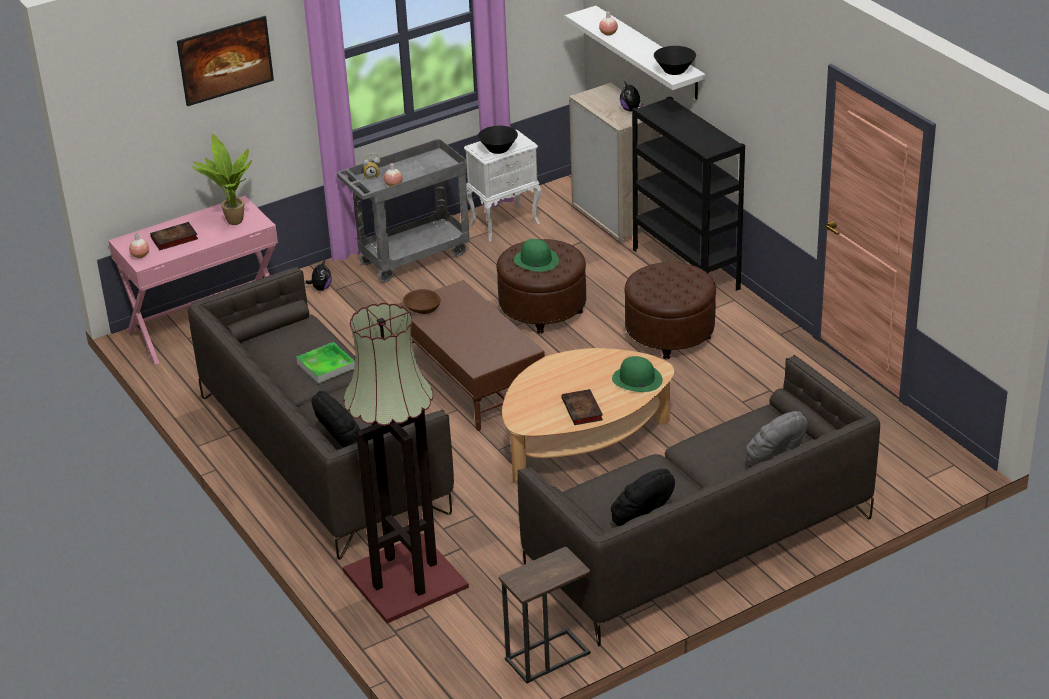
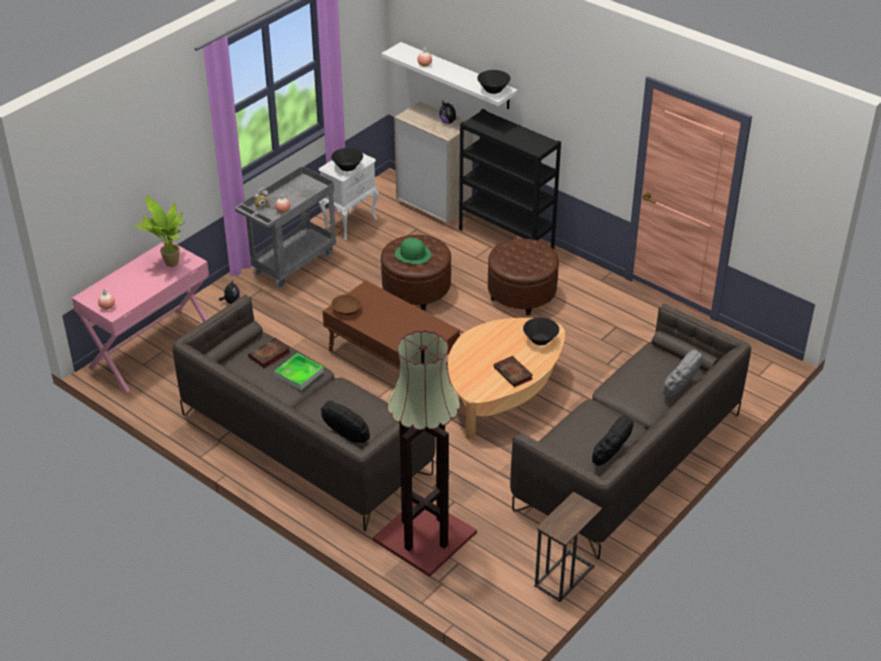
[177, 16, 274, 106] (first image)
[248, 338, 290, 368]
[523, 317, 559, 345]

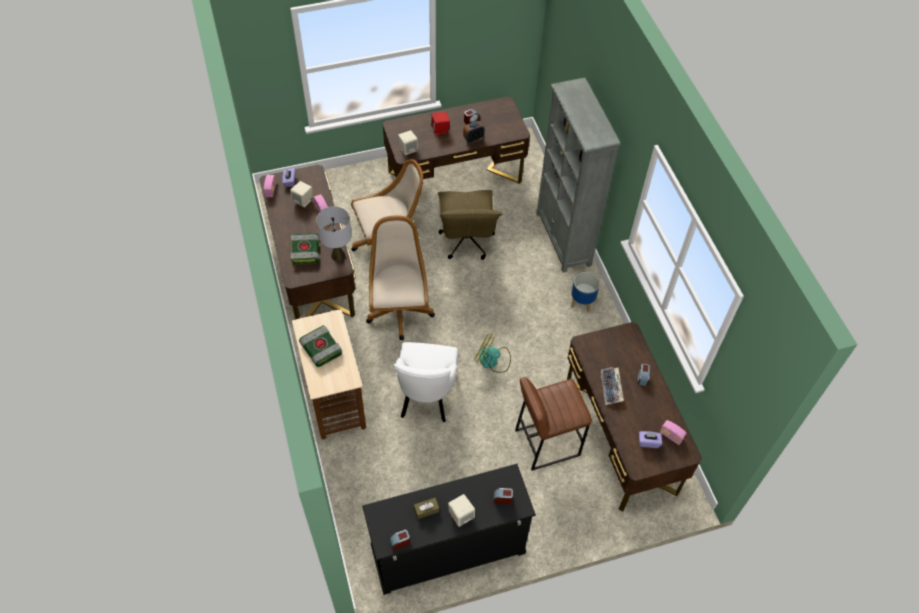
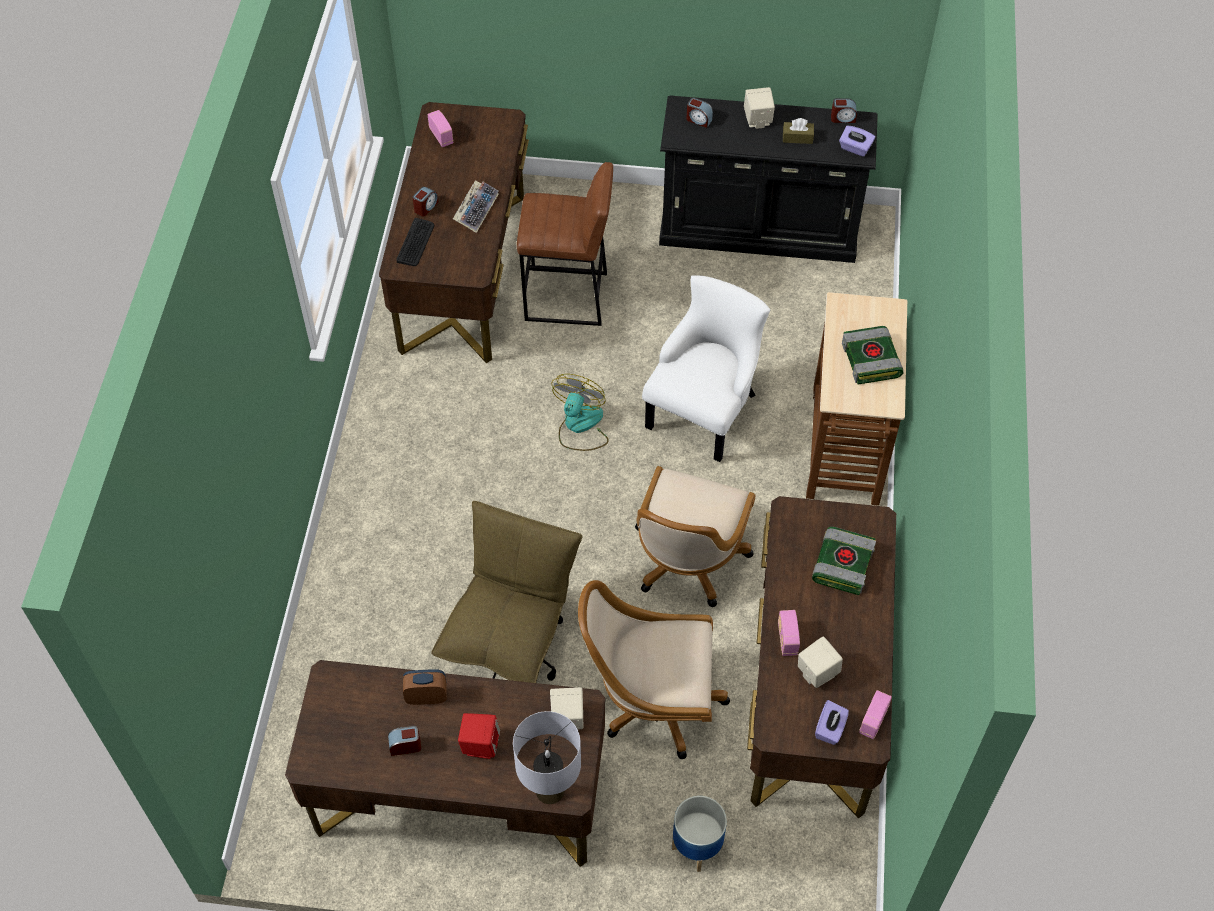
[536, 78, 621, 273] (first image)
[396, 218, 434, 266]
[513, 711, 581, 804]
[672, 796, 727, 872]
[839, 126, 875, 157]
[551, 374, 609, 451]

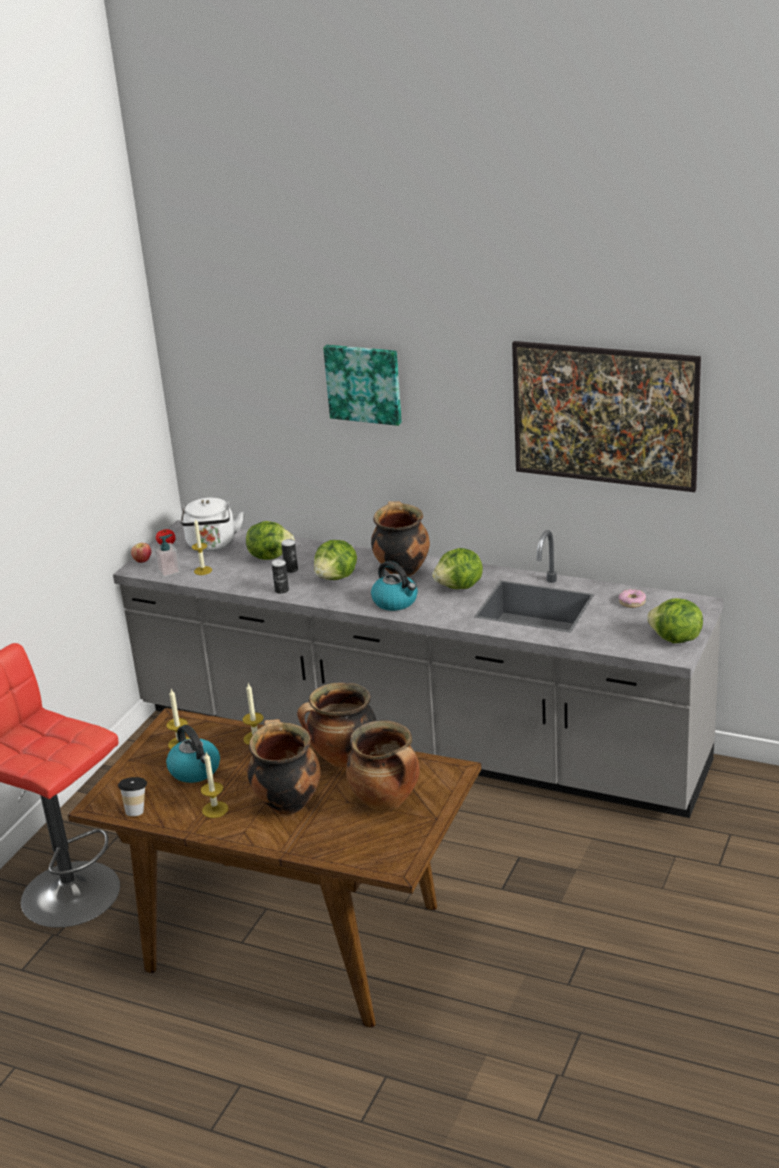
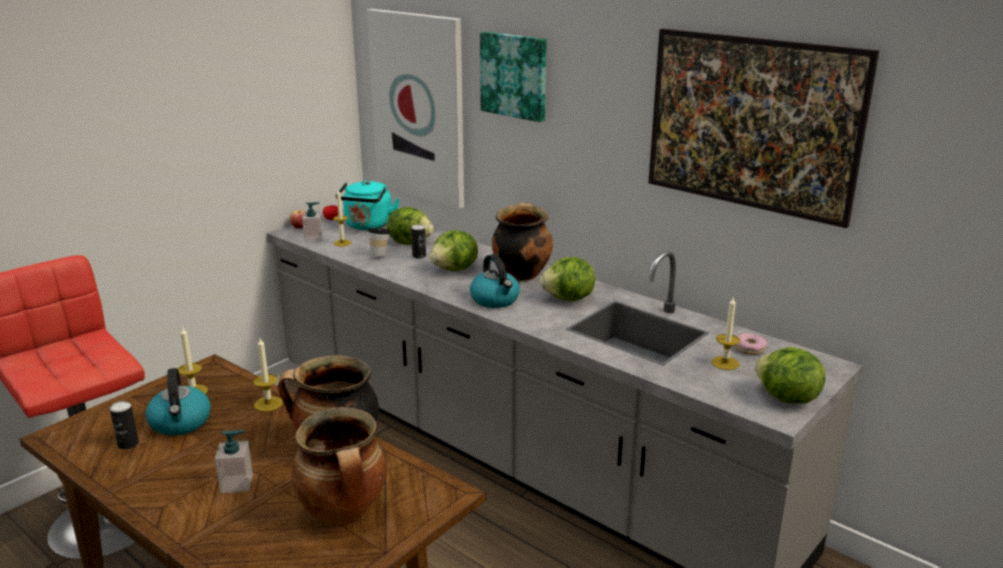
[367, 9, 464, 209]
[368, 228, 391, 257]
[711, 296, 740, 370]
[110, 401, 139, 450]
[215, 430, 253, 493]
[336, 180, 400, 230]

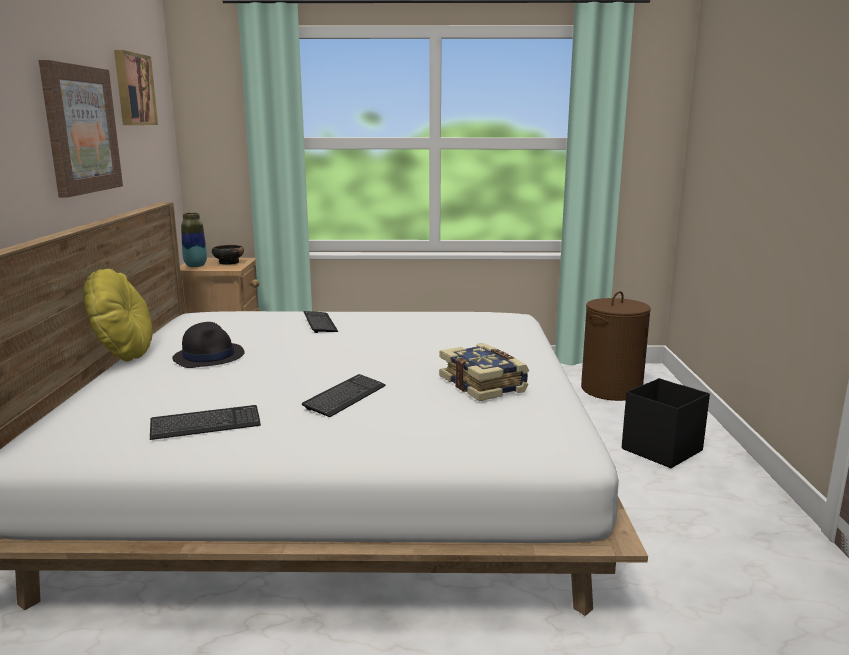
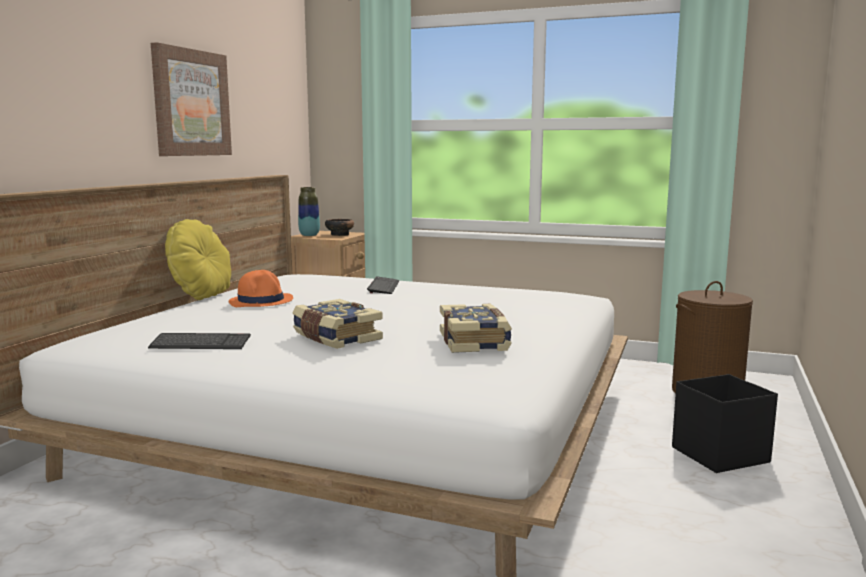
[114, 50, 158, 125] (first image)
[293, 299, 383, 349]
[229, 270, 293, 307]

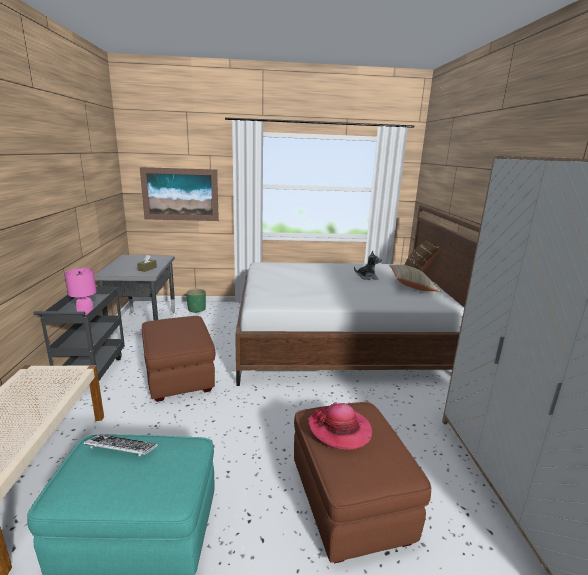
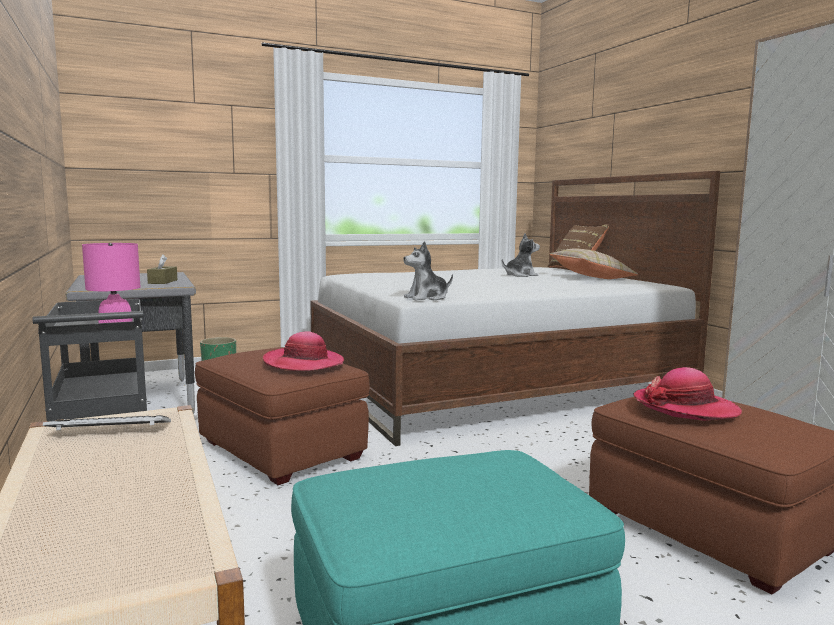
[140, 167, 219, 221] (first image)
[263, 331, 344, 371]
[403, 241, 453, 301]
[43, 415, 171, 430]

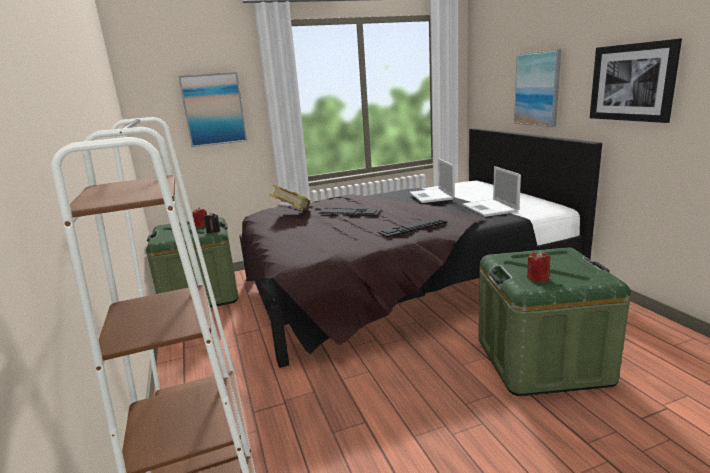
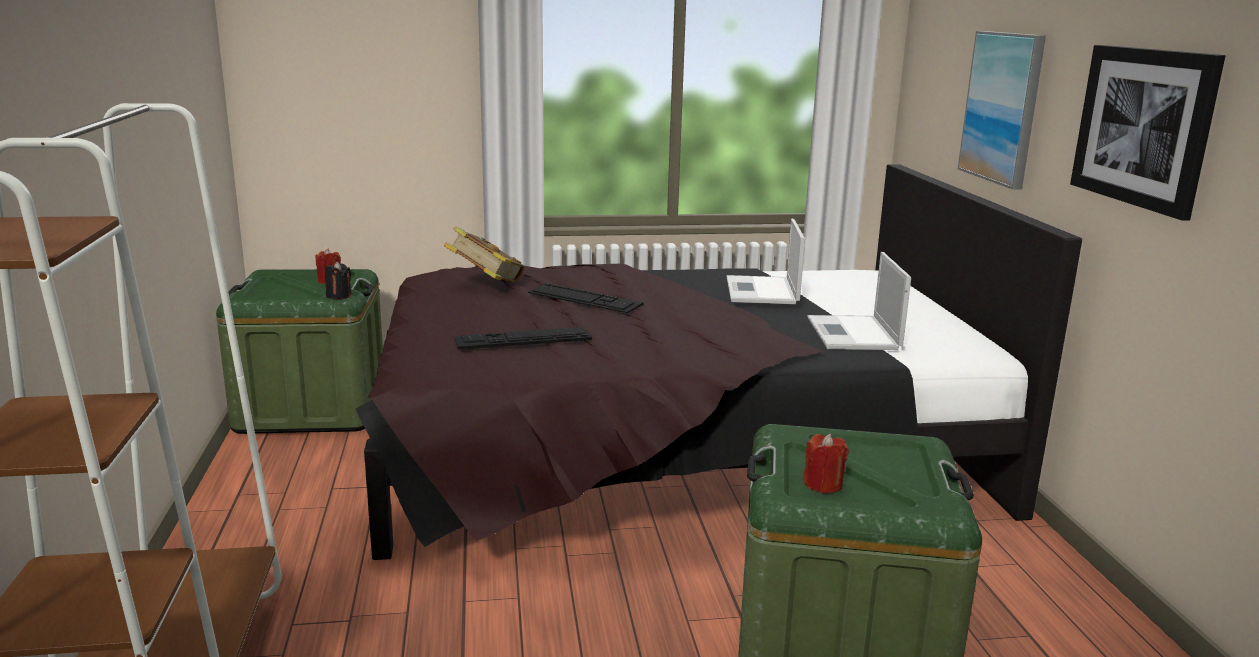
[178, 72, 247, 147] (first image)
[454, 327, 592, 350]

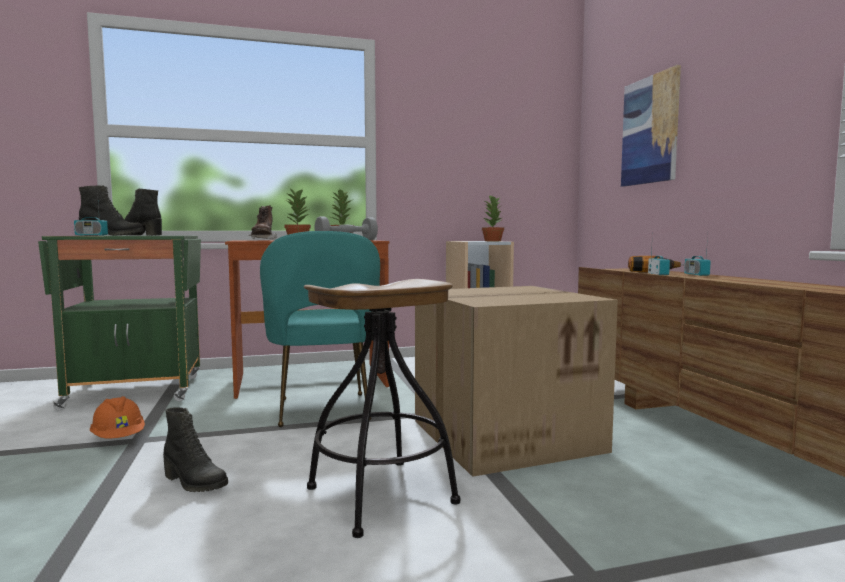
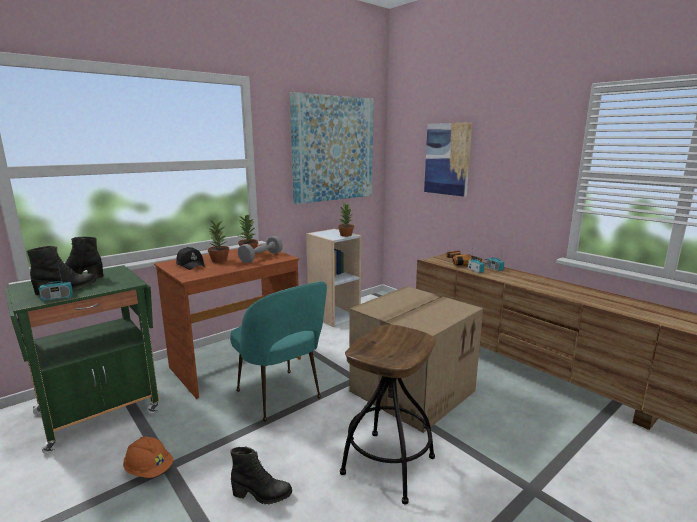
[290, 92, 374, 204]
[176, 247, 205, 270]

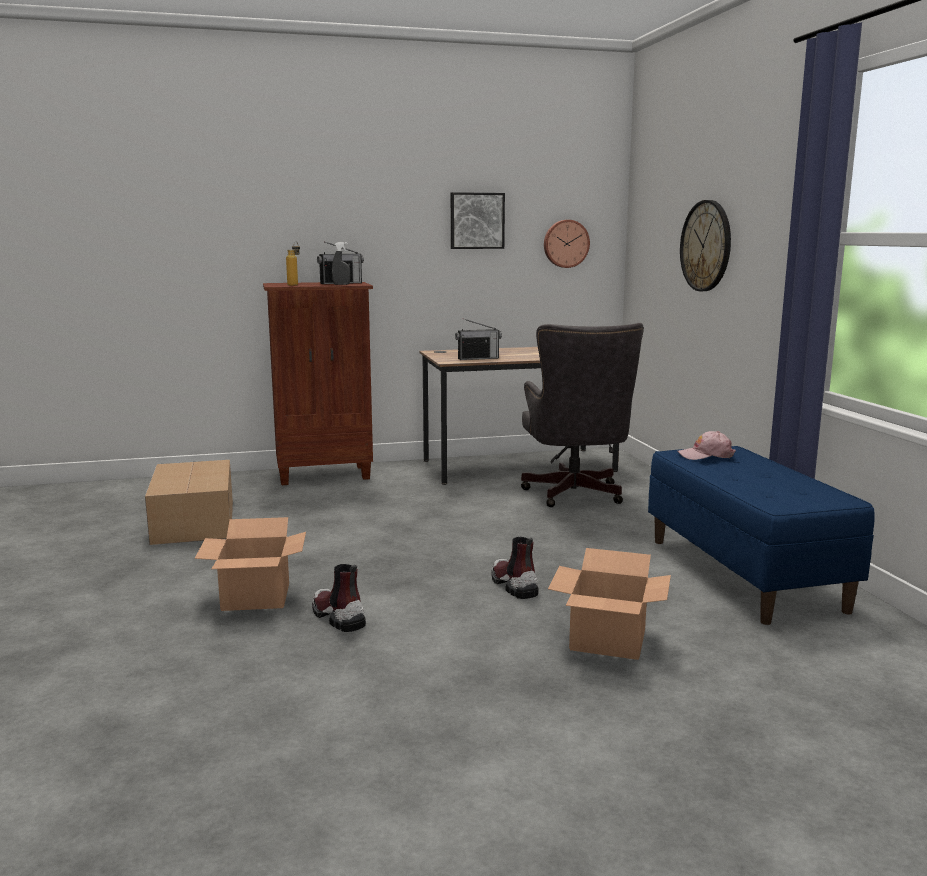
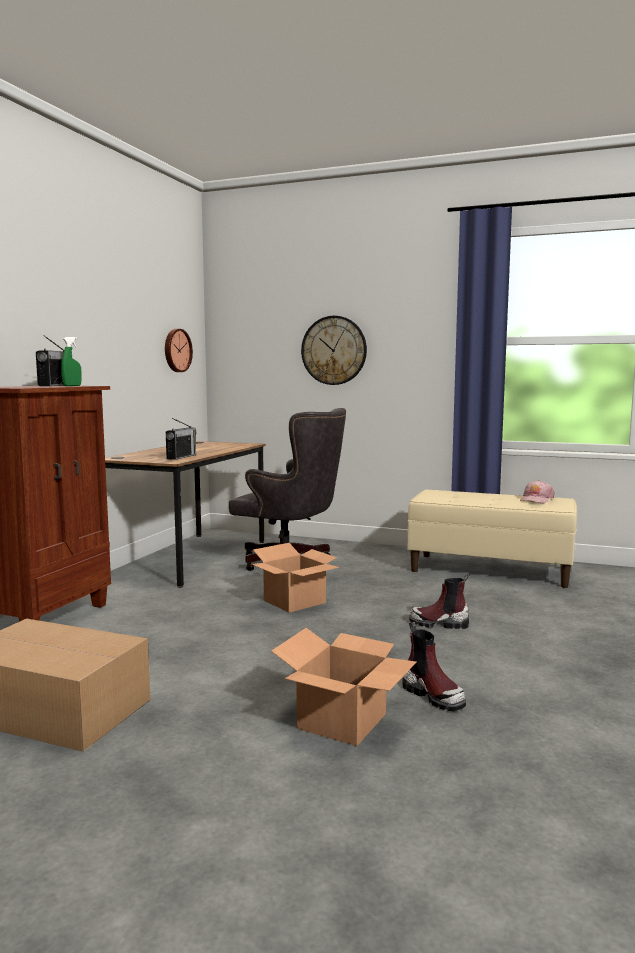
[286, 241, 300, 286] (first image)
[451, 192, 505, 249] (first image)
[251, 543, 340, 613]
[520, 480, 555, 503]
[61, 337, 82, 386]
[407, 490, 577, 588]
[402, 622, 466, 711]

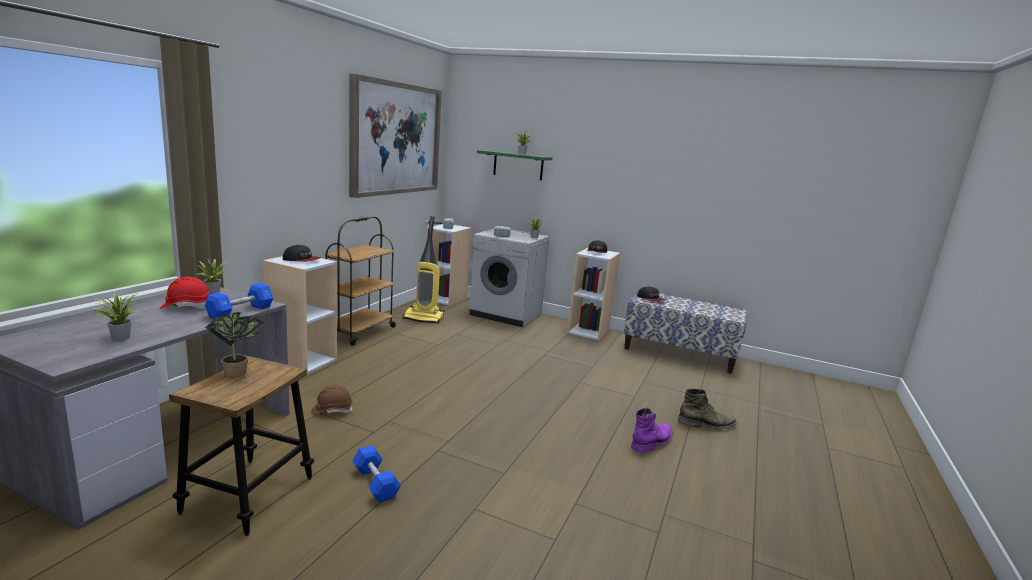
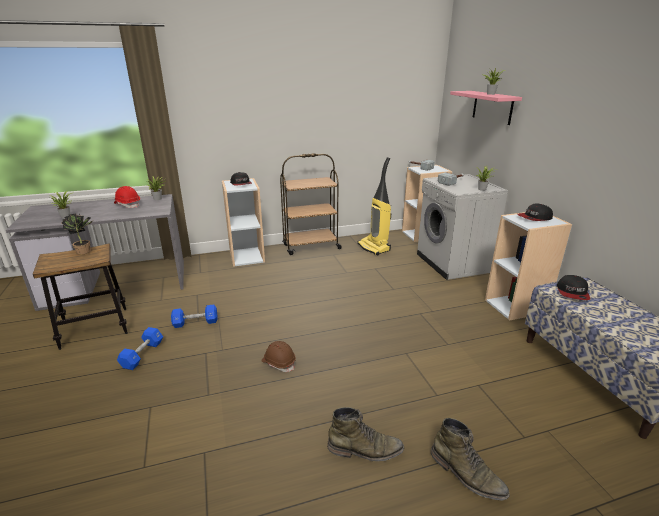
[349, 74, 442, 198] (first image)
[171, 305, 218, 328]
[261, 341, 296, 372]
[450, 91, 522, 125]
[327, 407, 404, 461]

